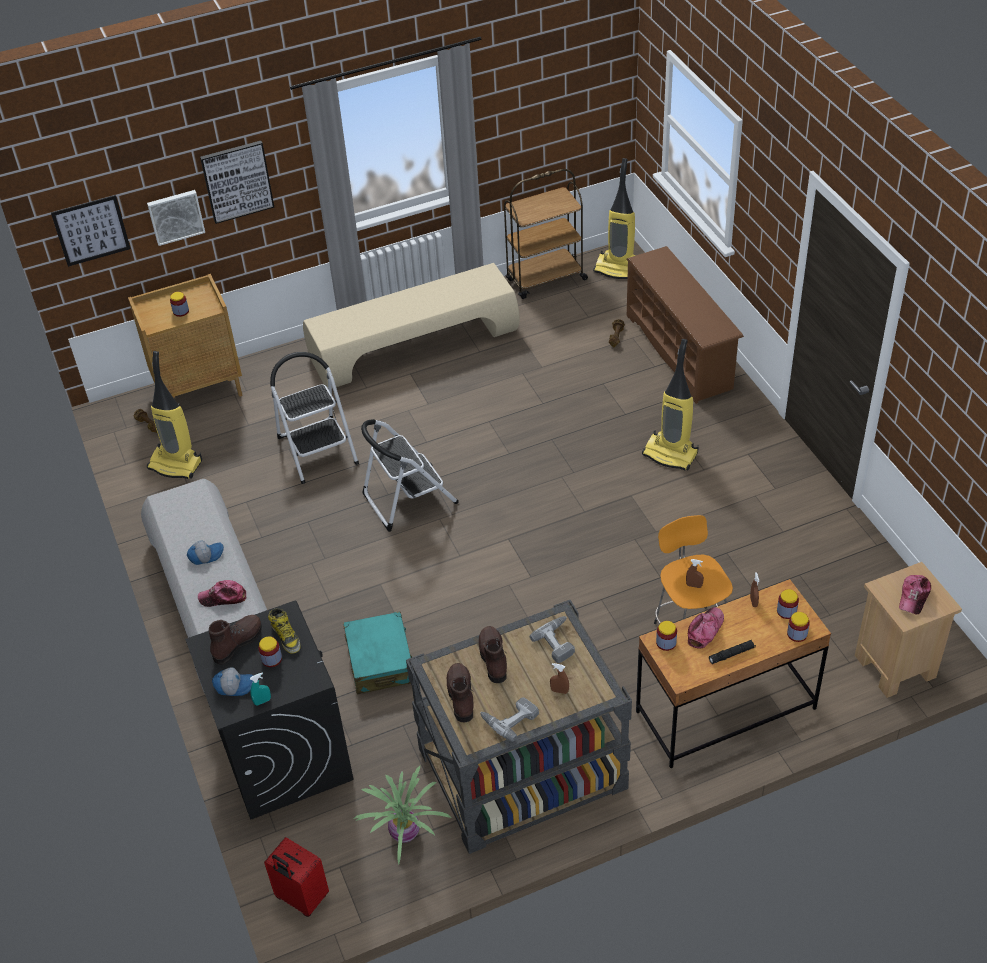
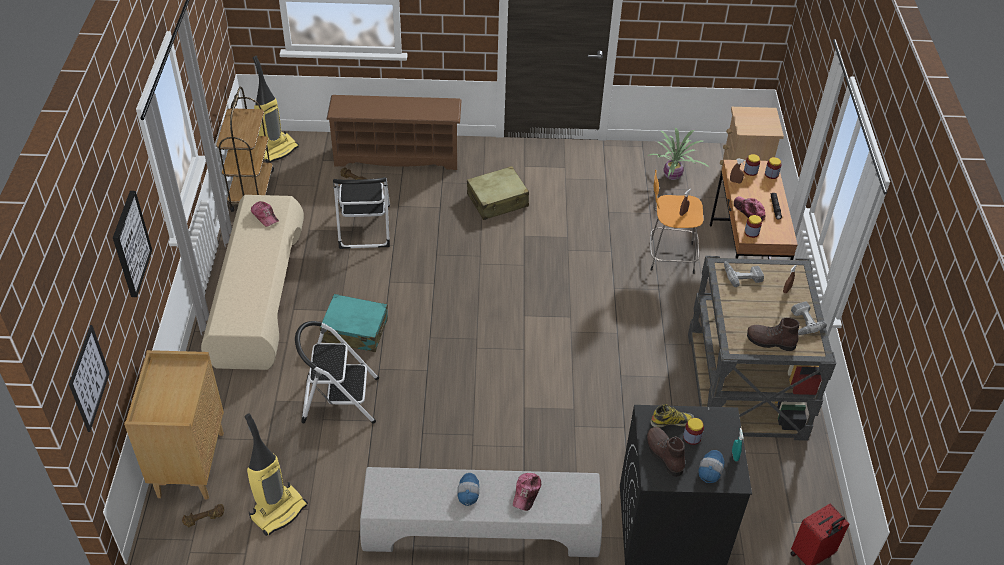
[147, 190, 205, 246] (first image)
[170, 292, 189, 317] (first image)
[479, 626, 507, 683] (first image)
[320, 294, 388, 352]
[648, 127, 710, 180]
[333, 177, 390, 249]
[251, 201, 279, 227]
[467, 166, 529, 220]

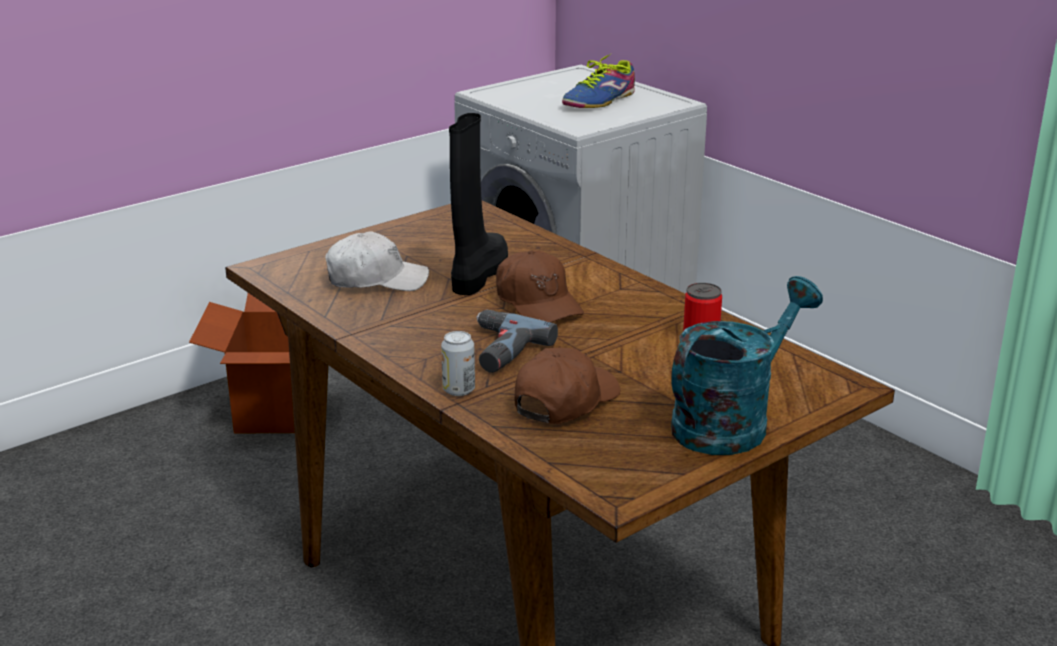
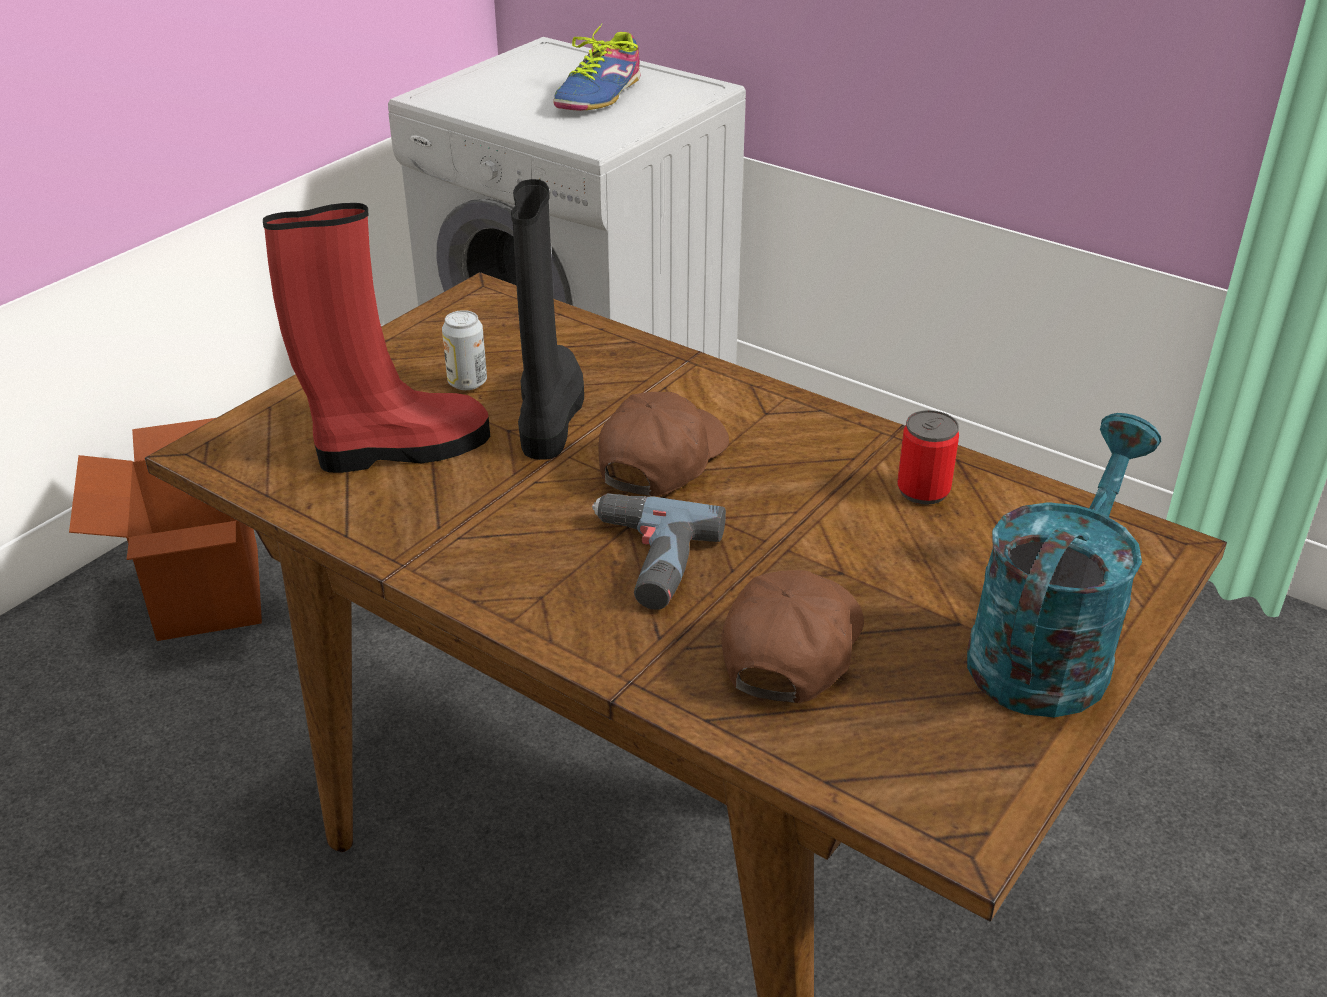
[442, 310, 487, 390]
[263, 203, 490, 473]
[598, 392, 729, 496]

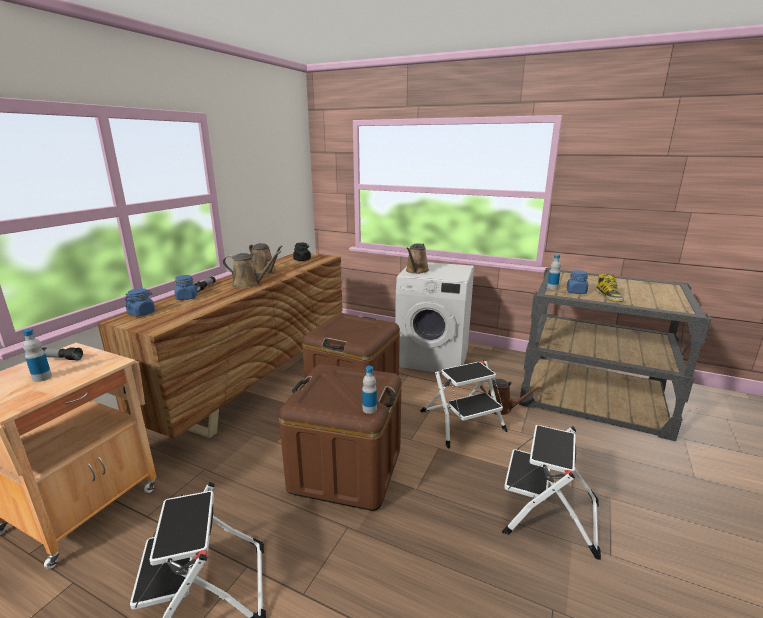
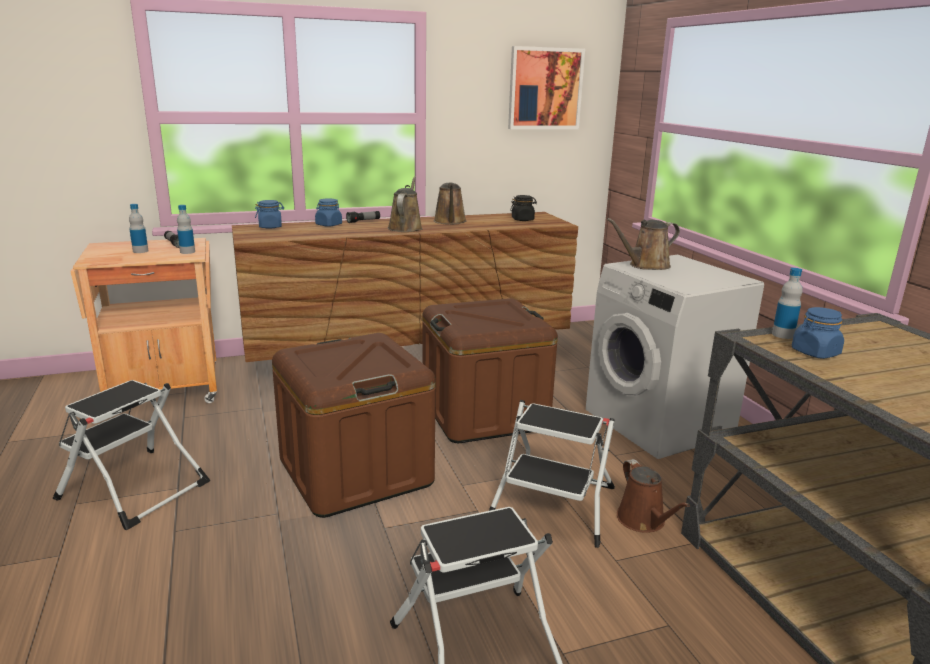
[595, 274, 624, 302] (first image)
[508, 46, 585, 129]
[177, 205, 195, 254]
[387, 176, 423, 232]

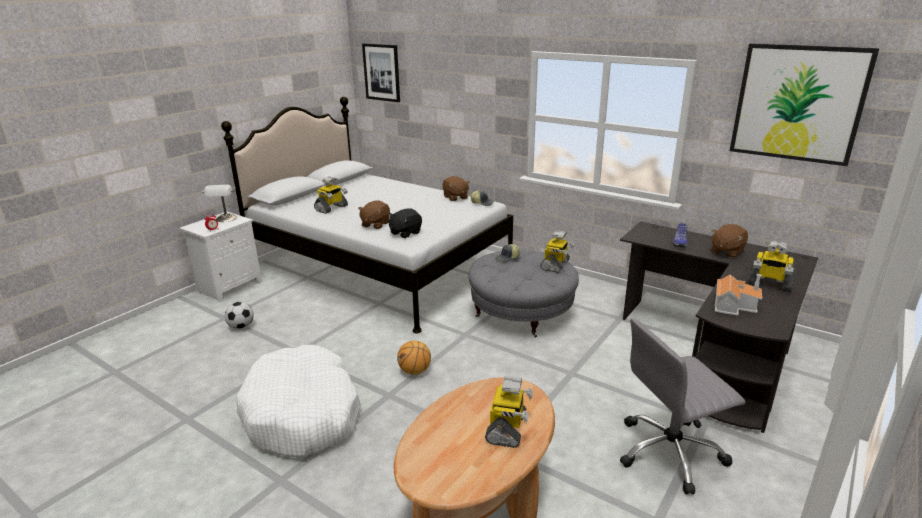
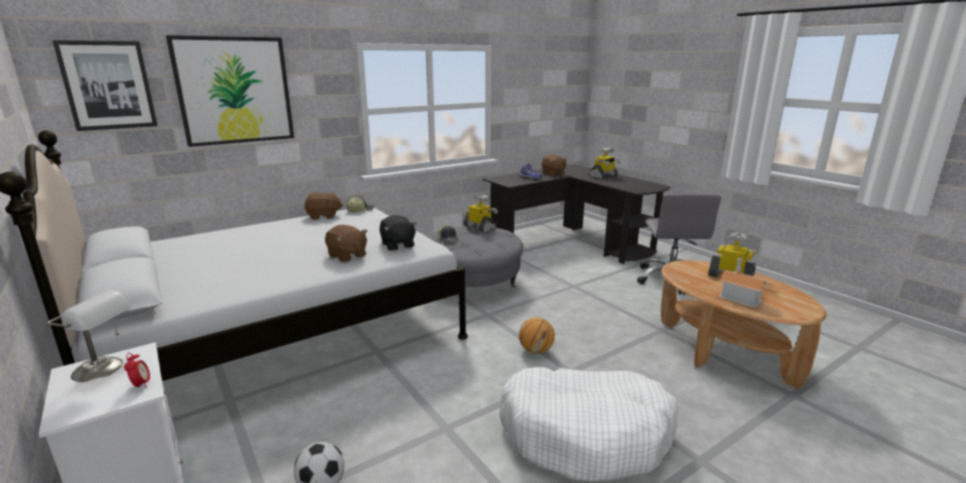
[314, 177, 348, 214] (first image)
[719, 258, 767, 308]
[166, 35, 294, 147]

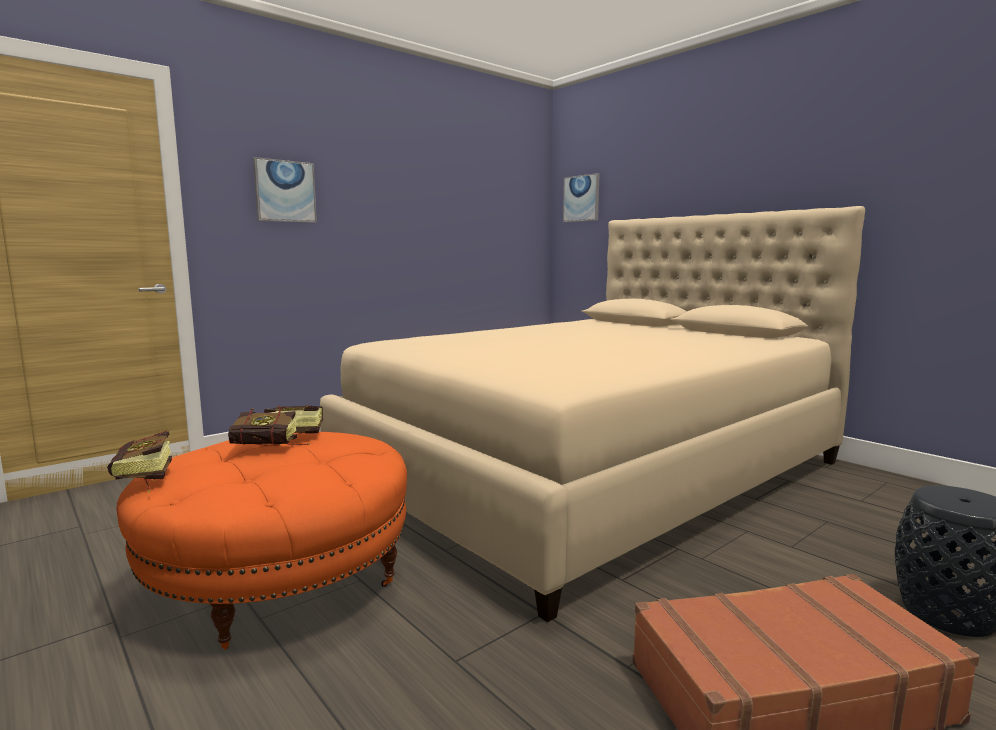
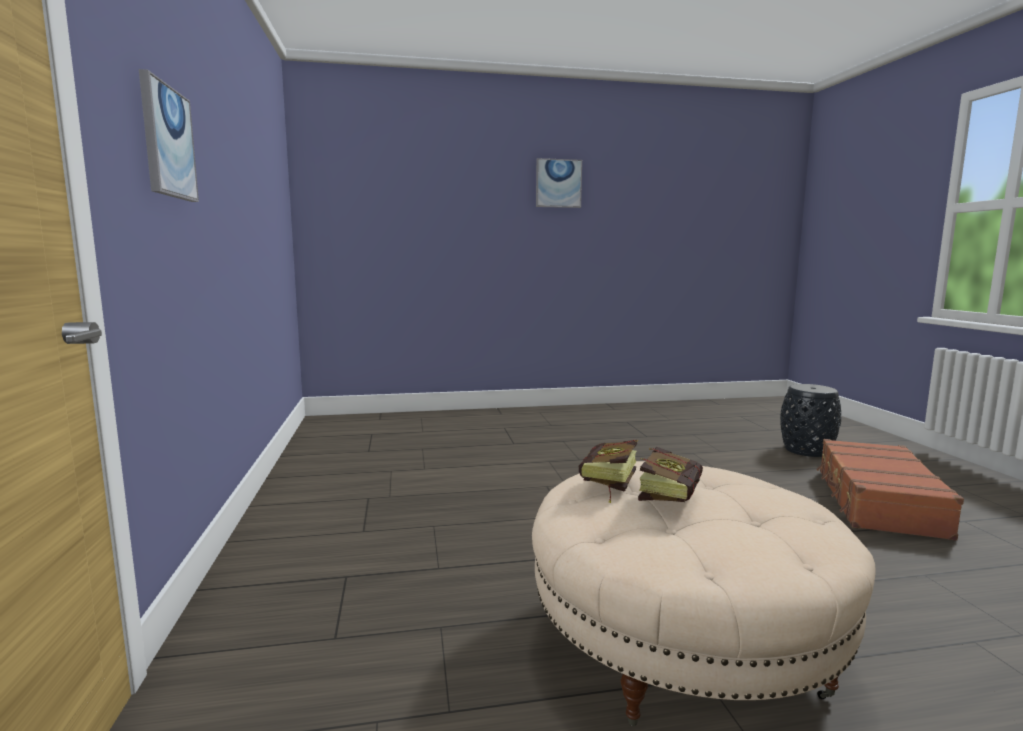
[107, 430, 172, 493] (first image)
[320, 206, 865, 622] (first image)
[536, 158, 582, 208]
[532, 461, 876, 727]

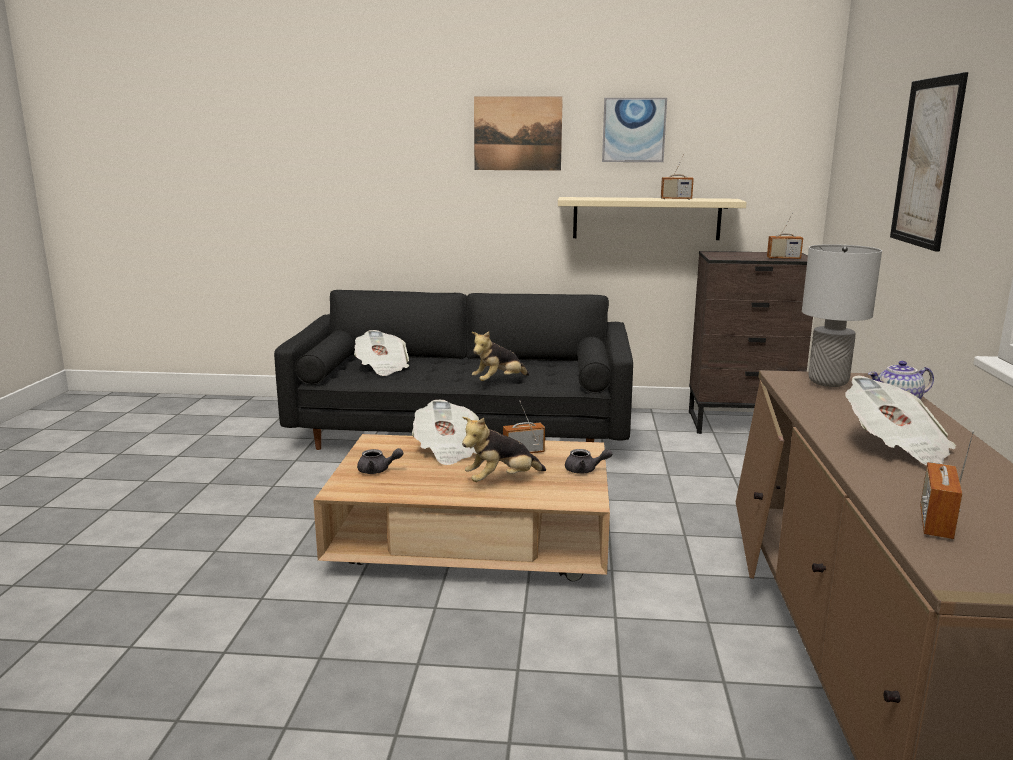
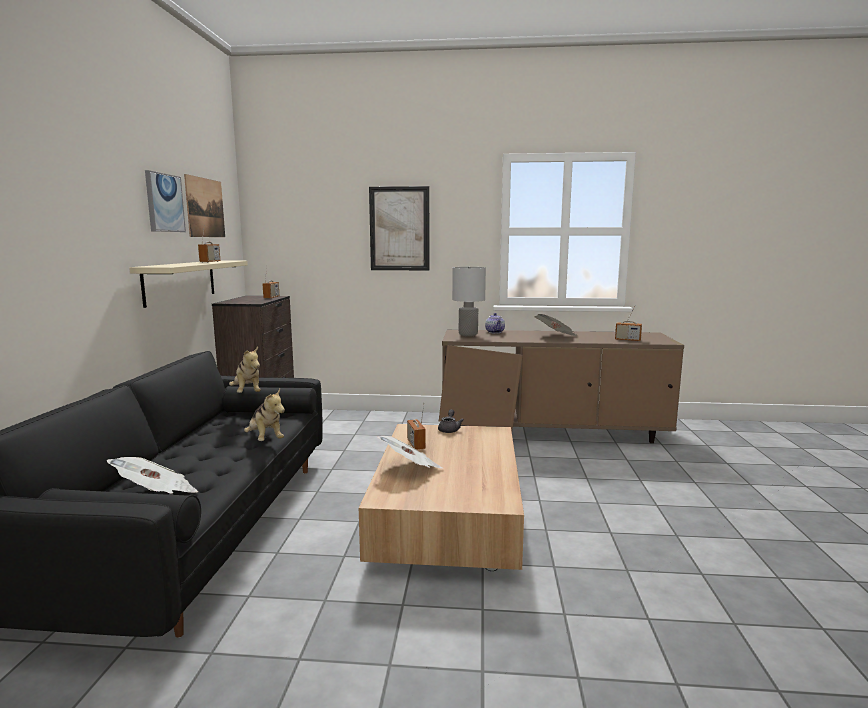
[357, 448, 403, 474] (first image)
[229, 347, 261, 393]
[184, 174, 225, 237]

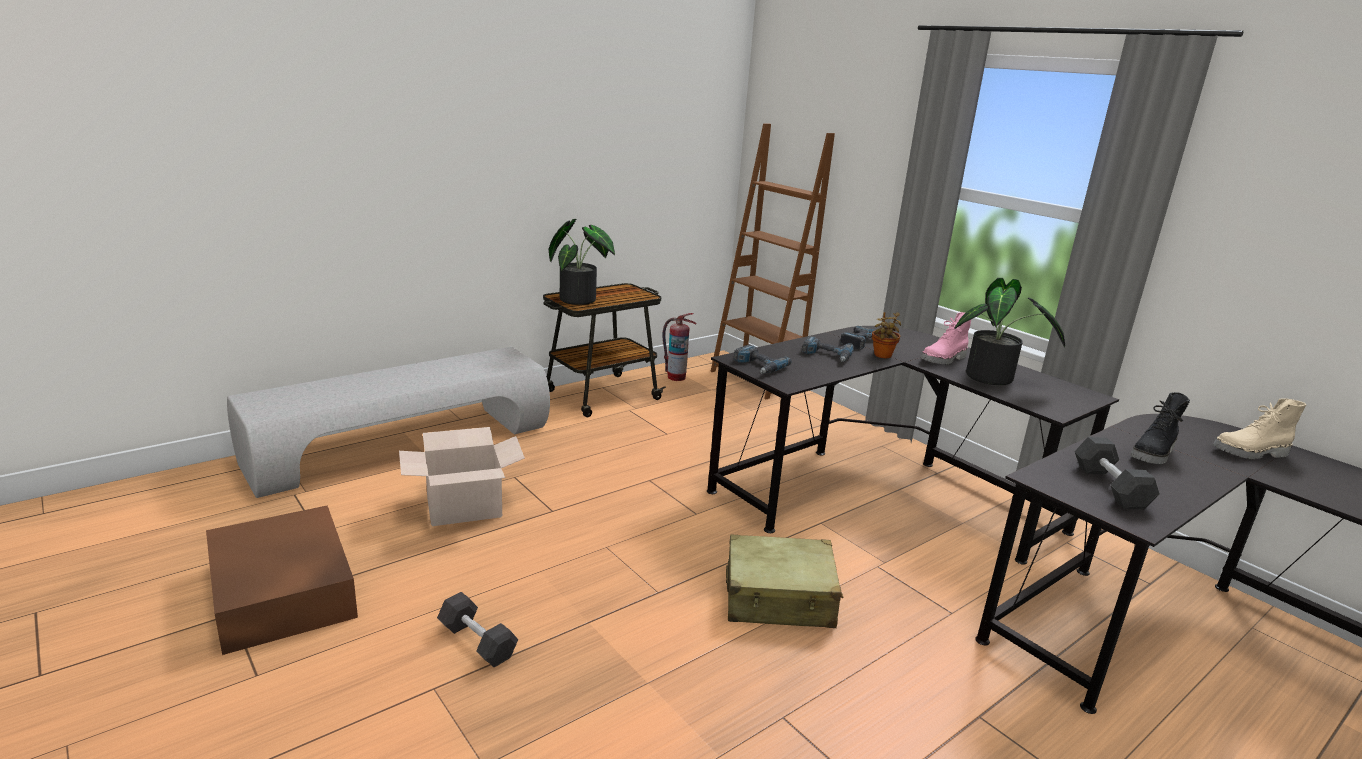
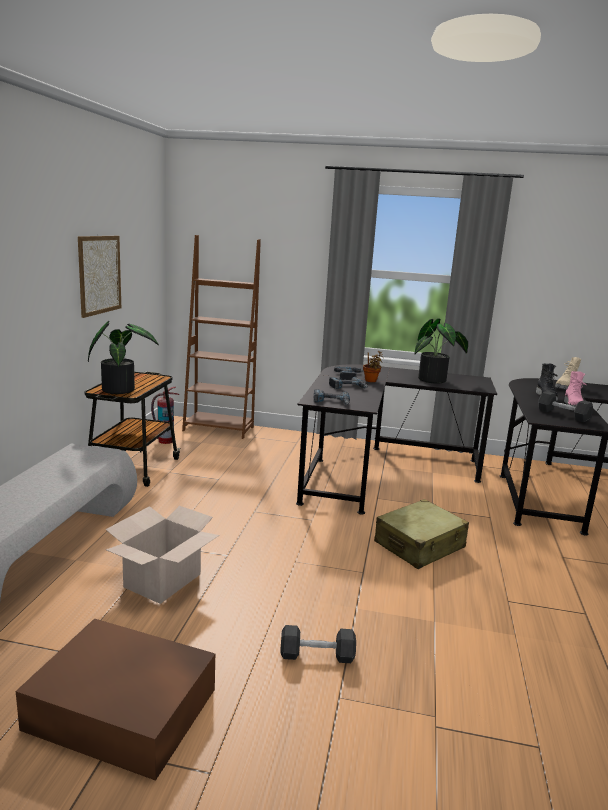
[78, 234, 121, 318]
[564, 371, 587, 407]

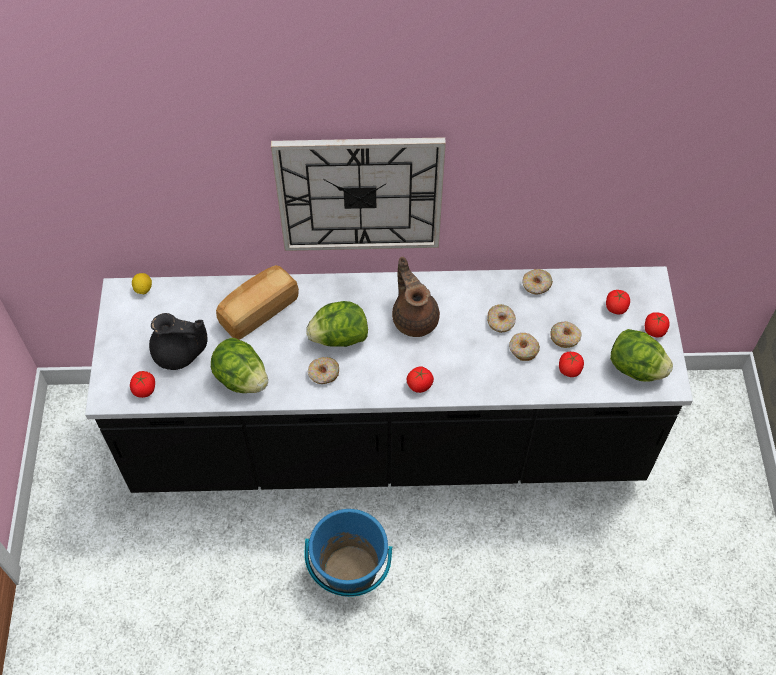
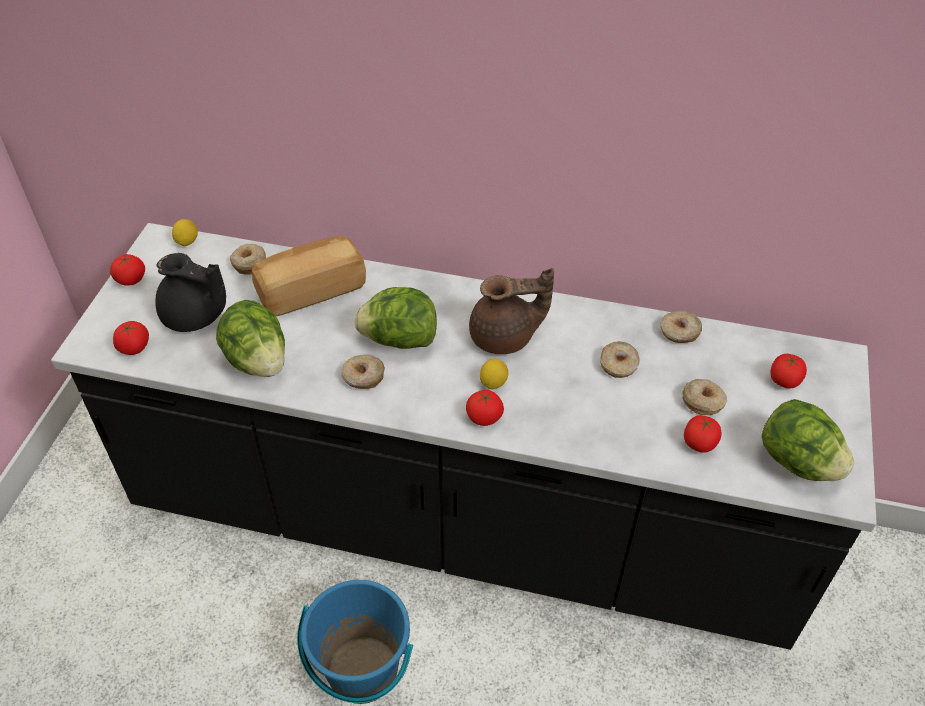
[271, 137, 446, 251] (first image)
[480, 359, 508, 390]
[230, 244, 266, 275]
[110, 254, 145, 286]
[469, 268, 554, 354]

